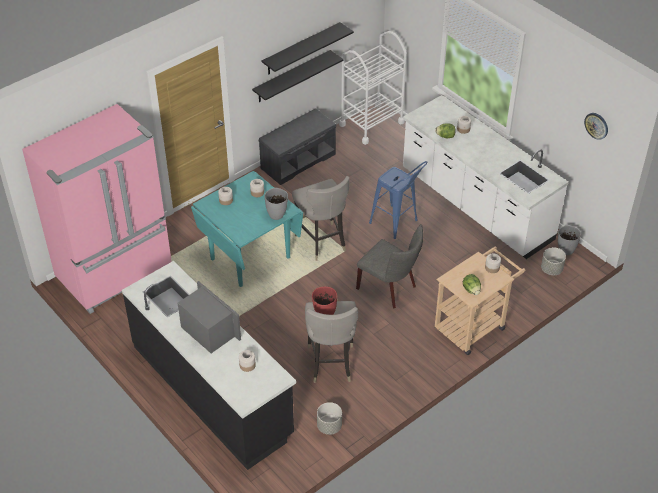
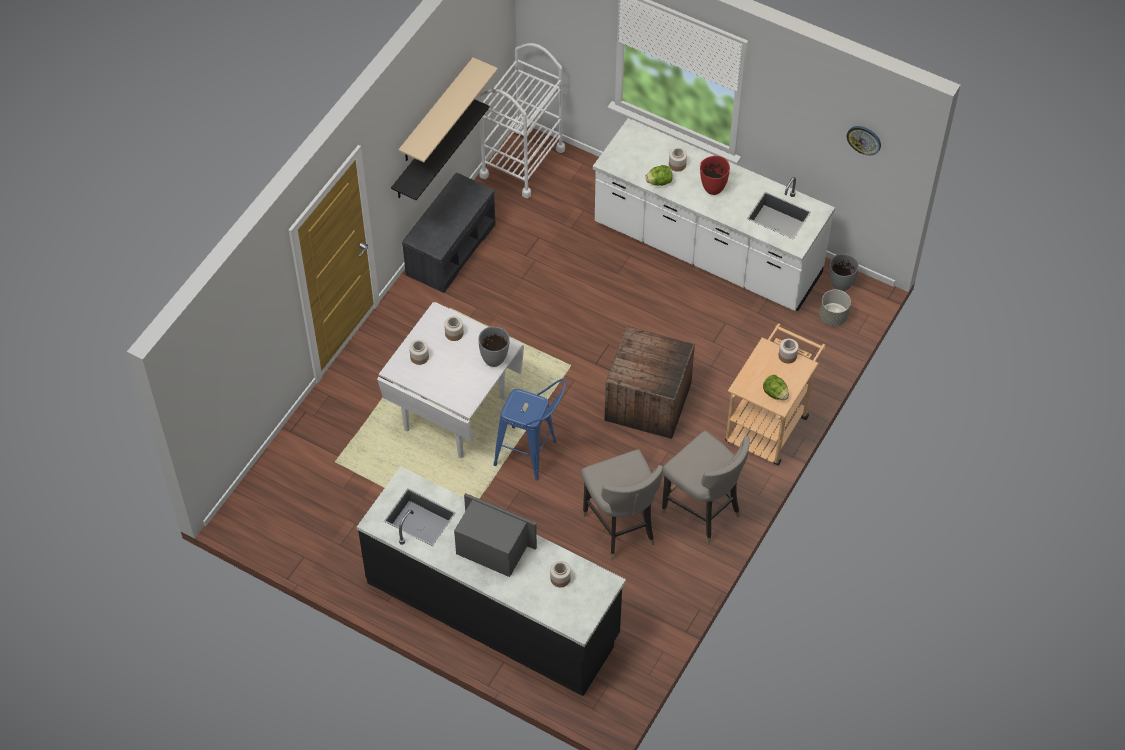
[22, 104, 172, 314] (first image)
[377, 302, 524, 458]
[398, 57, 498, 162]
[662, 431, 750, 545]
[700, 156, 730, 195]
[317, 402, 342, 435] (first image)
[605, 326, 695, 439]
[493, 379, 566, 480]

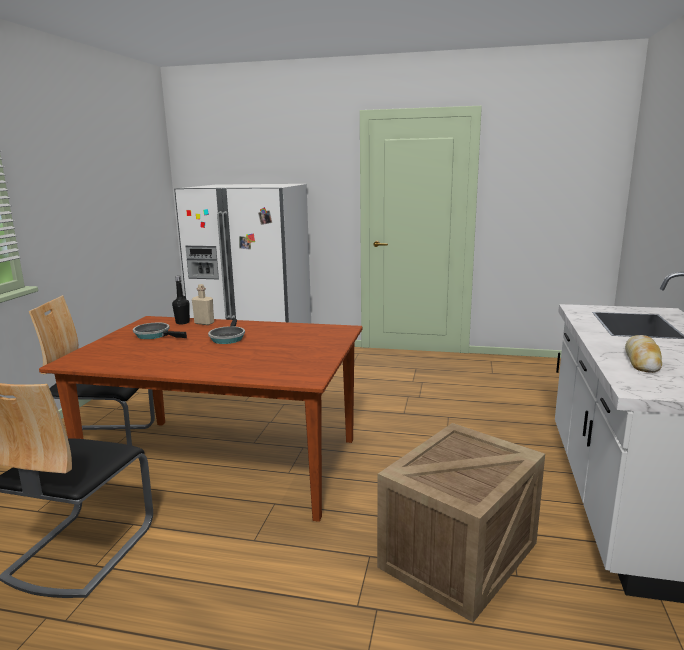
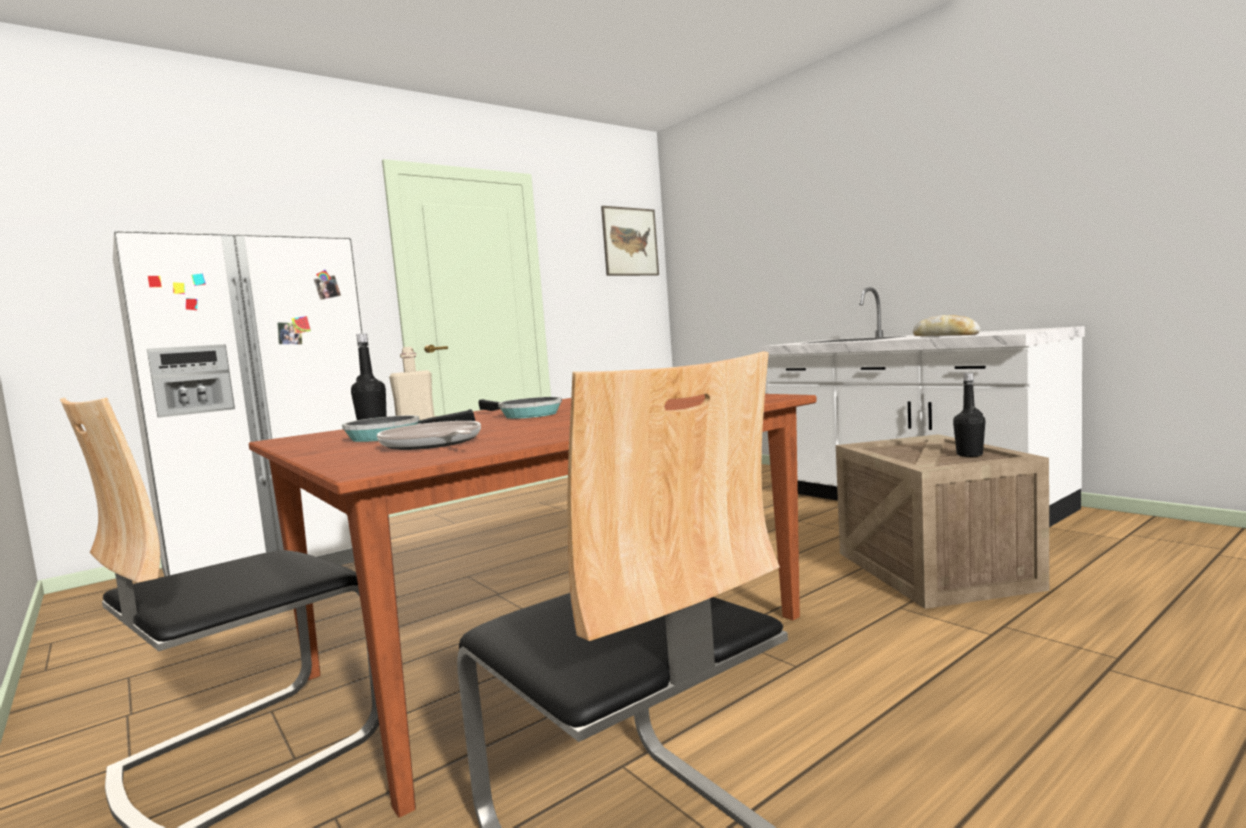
[377, 421, 481, 450]
[601, 206, 659, 276]
[953, 373, 985, 457]

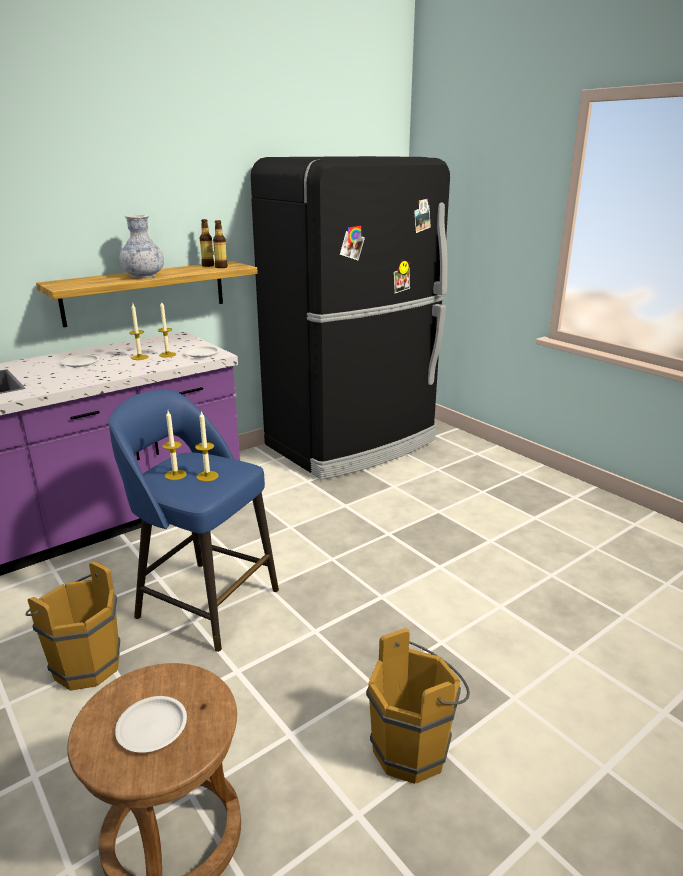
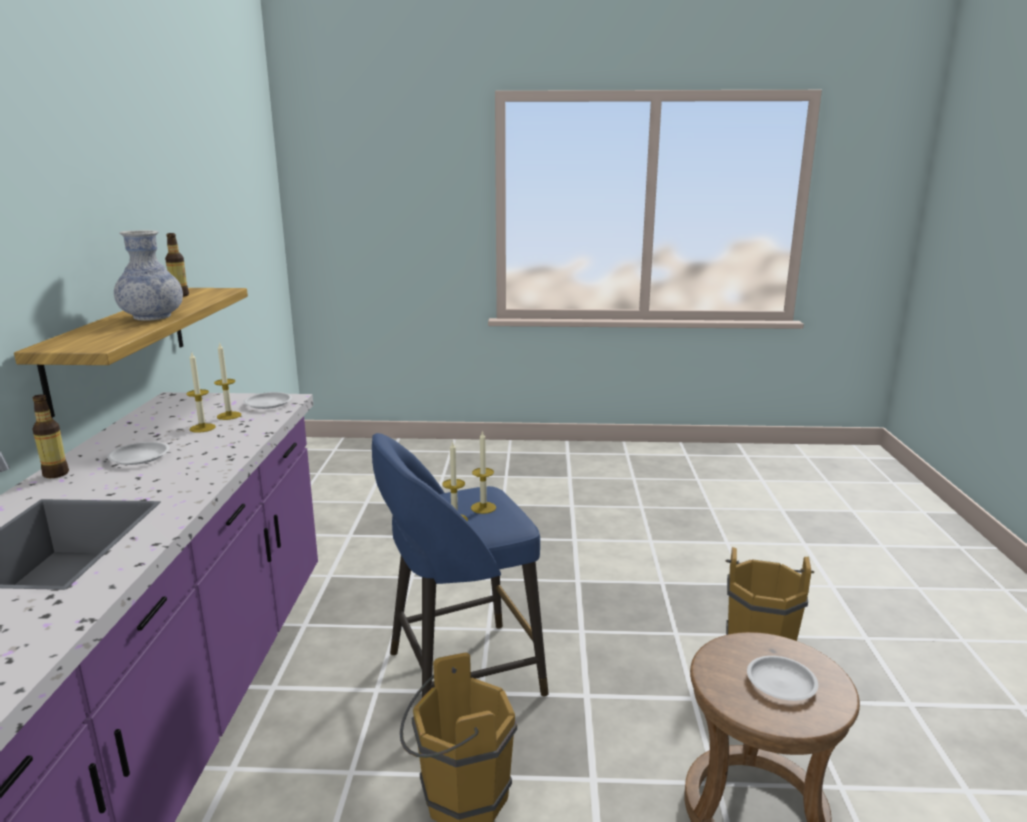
[32, 394, 69, 478]
[251, 156, 450, 480] (first image)

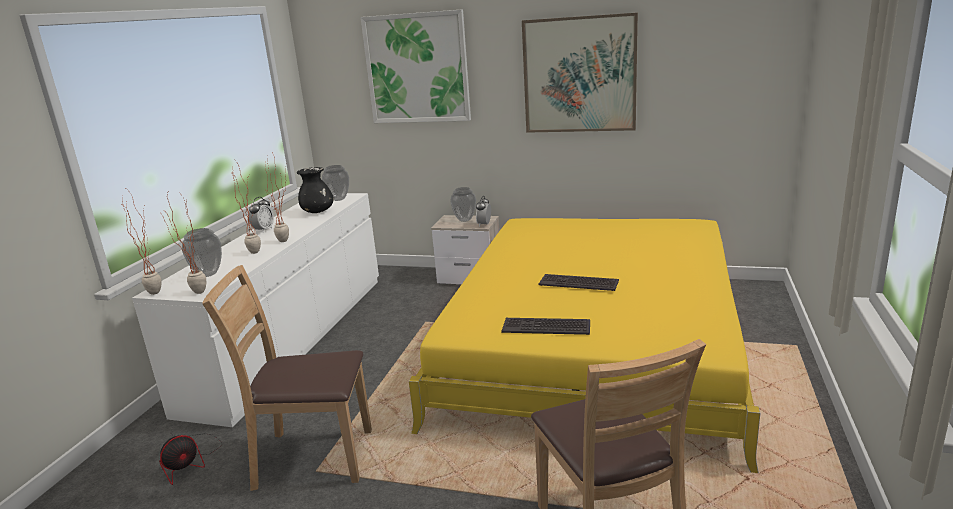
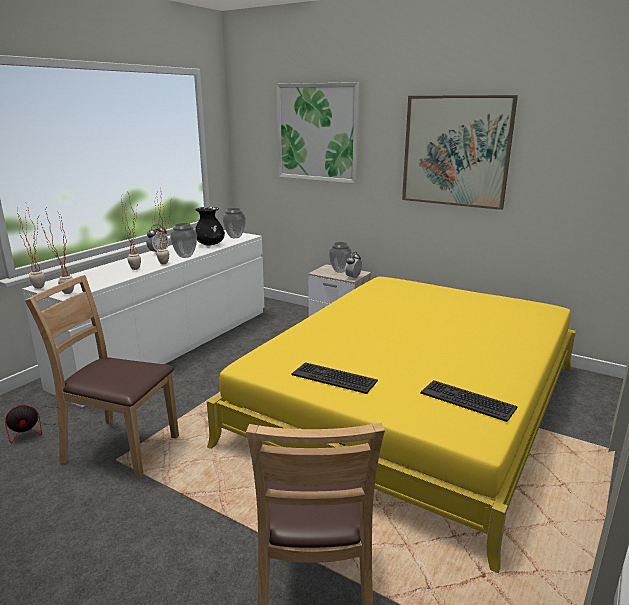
[170, 223, 197, 258]
[420, 380, 518, 422]

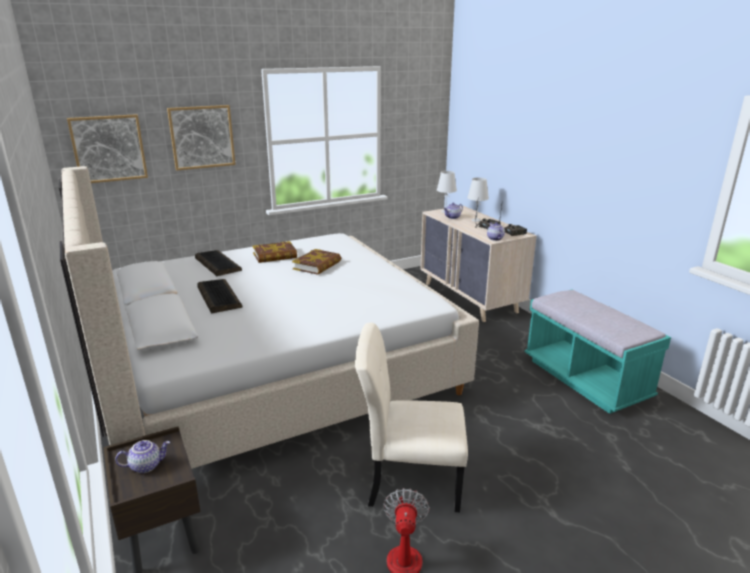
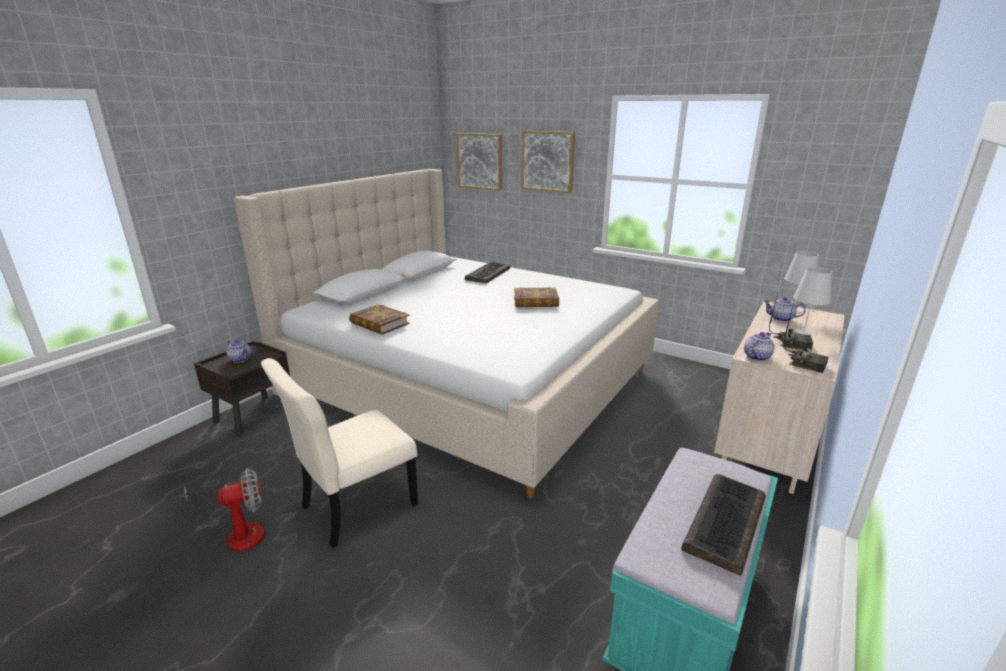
[681, 474, 766, 575]
[349, 304, 410, 334]
[261, 358, 418, 548]

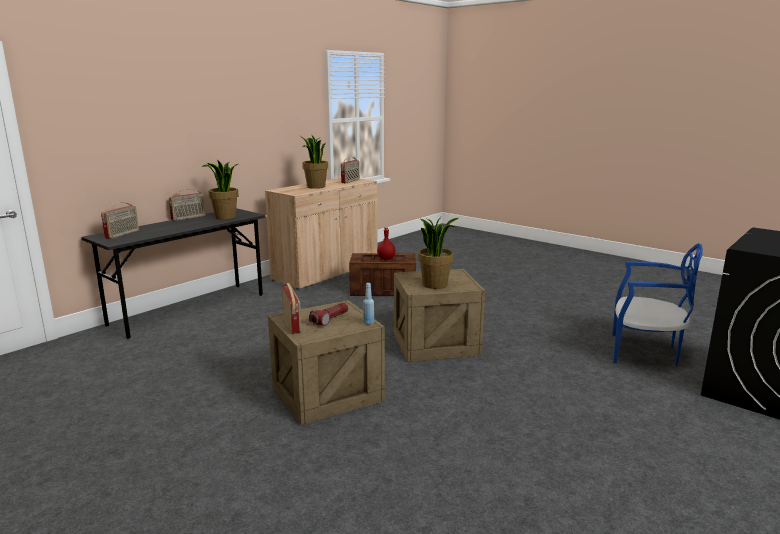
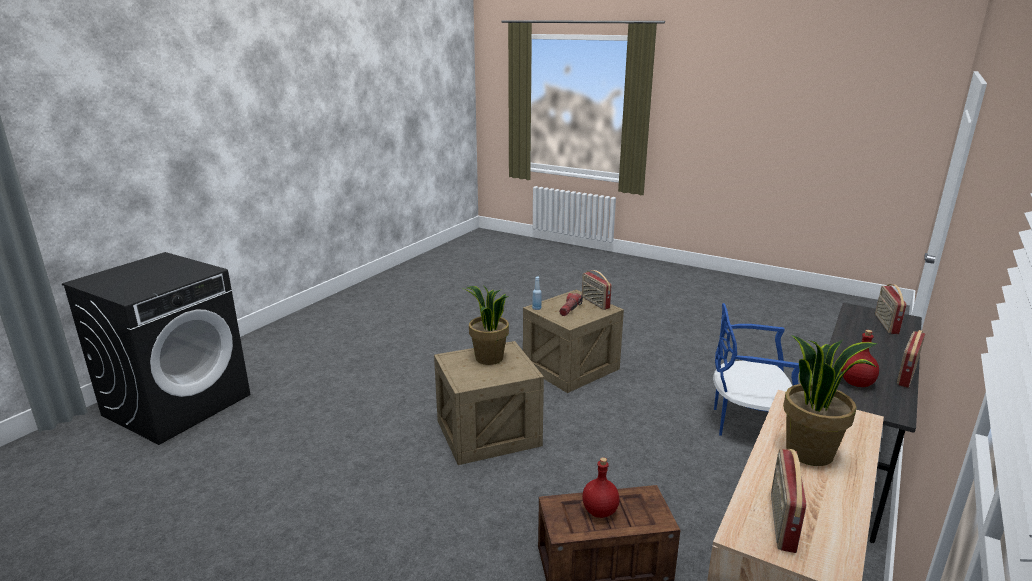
[841, 330, 879, 387]
[713, 303, 800, 436]

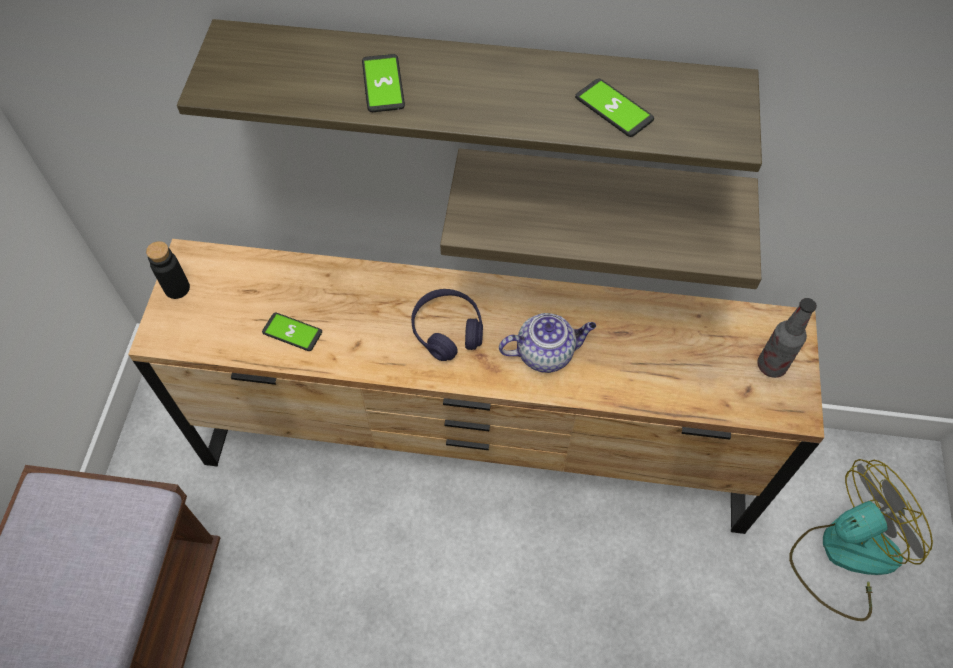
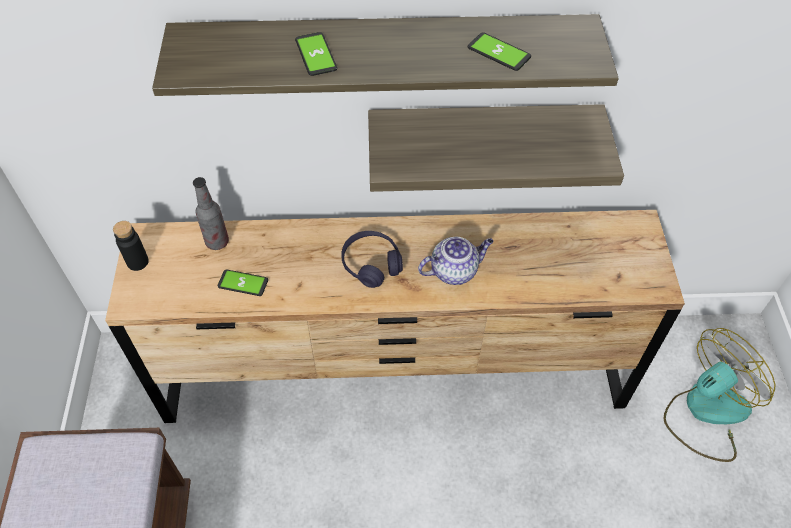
[193, 177, 229, 250]

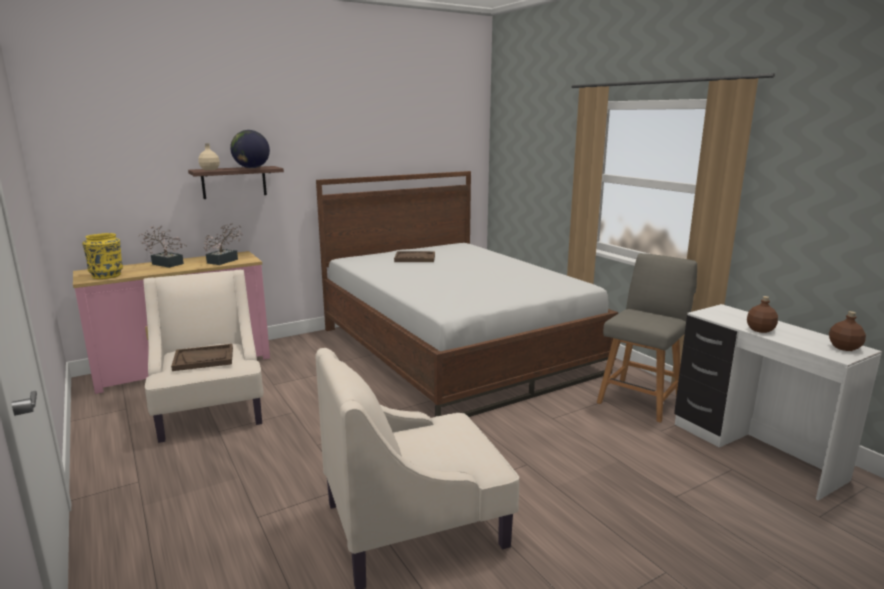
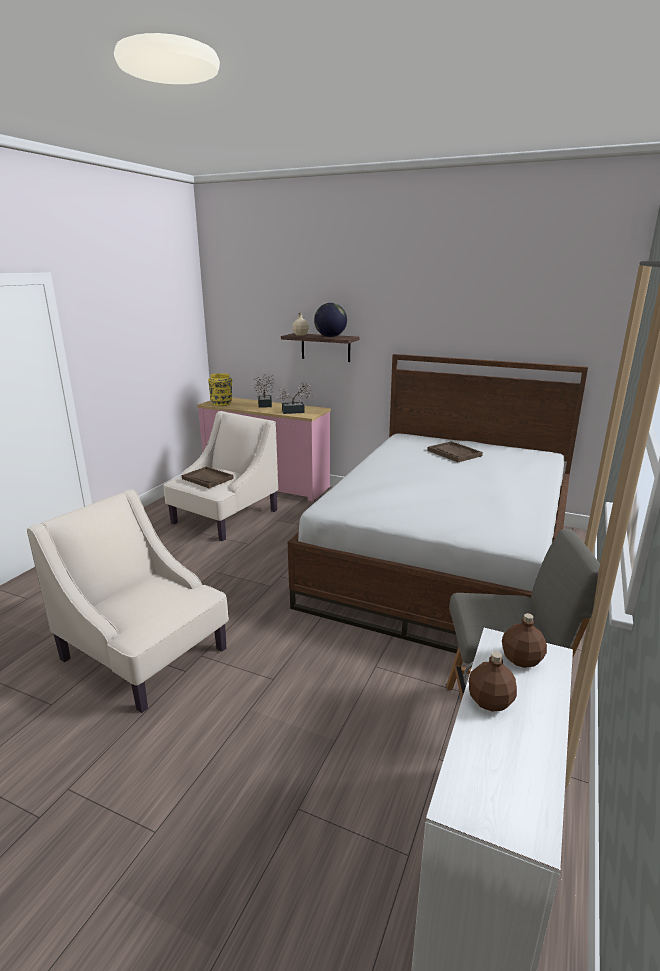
[502, 613, 547, 668]

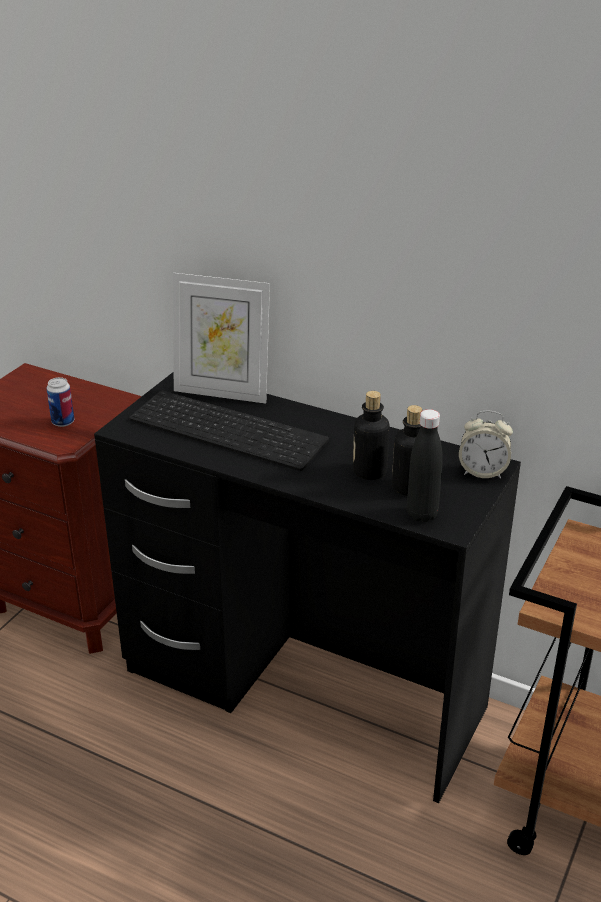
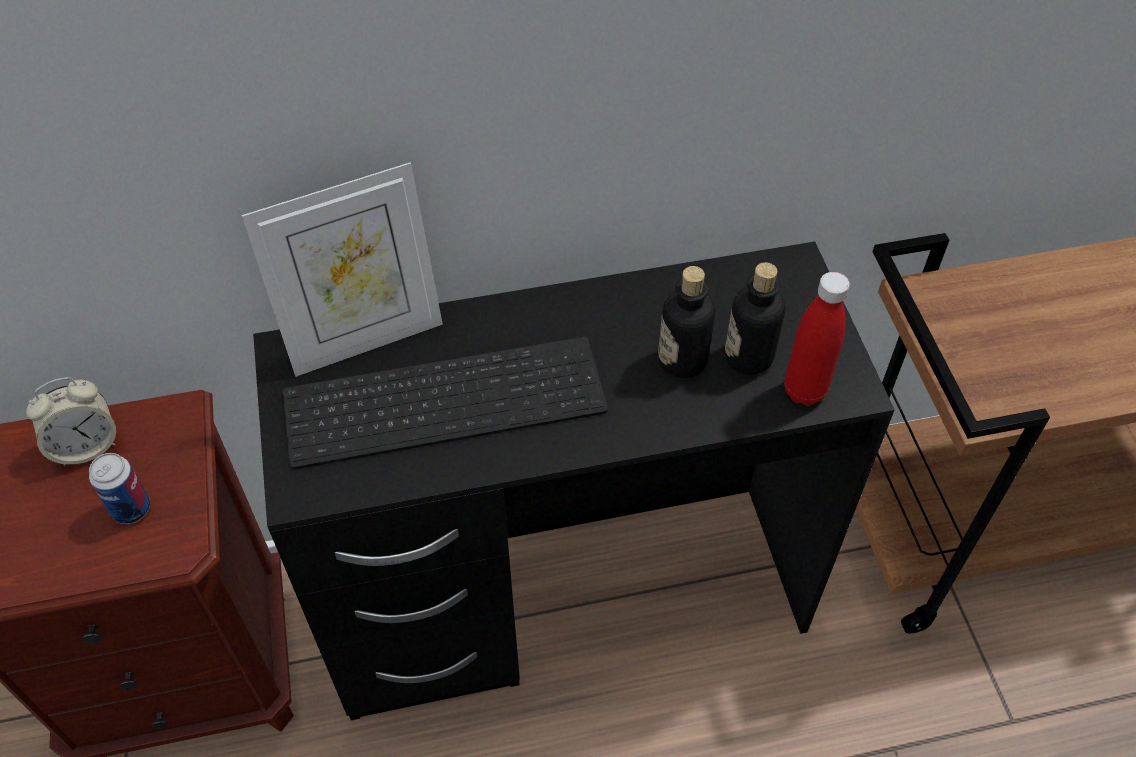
[784, 272, 850, 406]
[26, 377, 116, 466]

